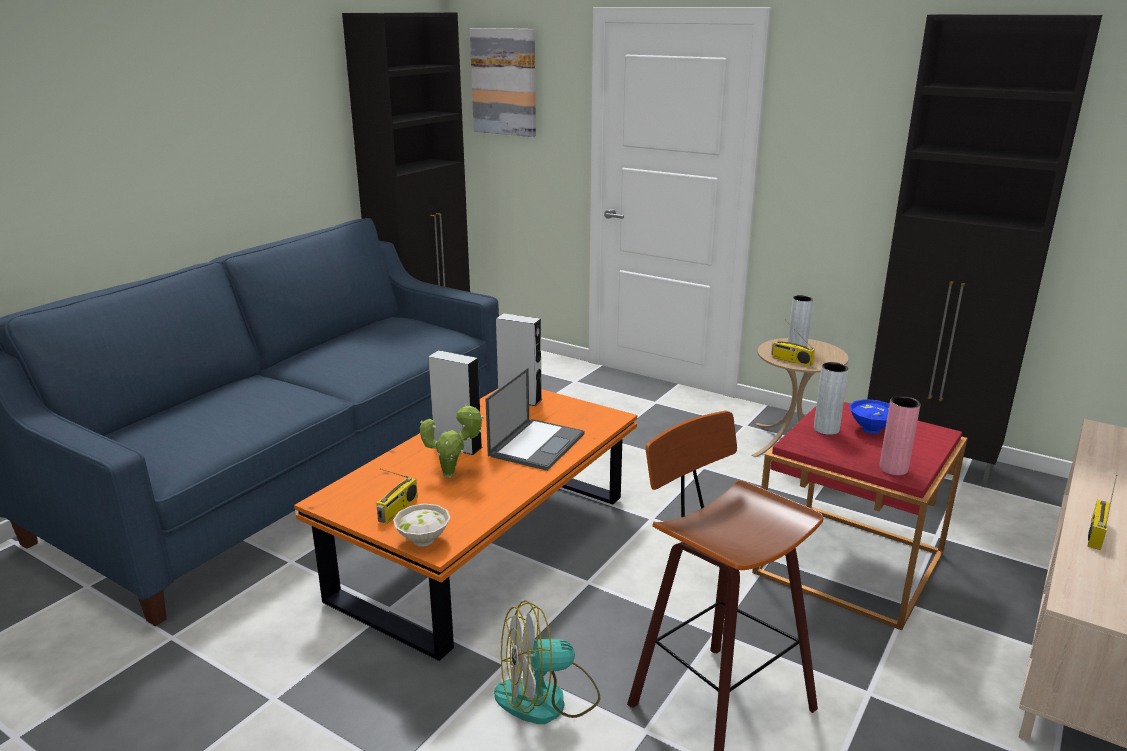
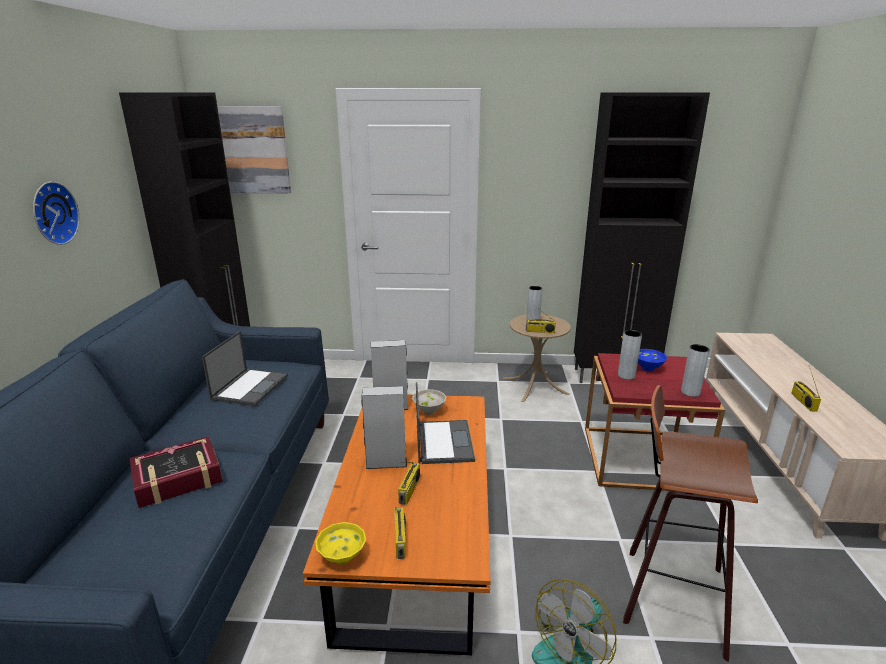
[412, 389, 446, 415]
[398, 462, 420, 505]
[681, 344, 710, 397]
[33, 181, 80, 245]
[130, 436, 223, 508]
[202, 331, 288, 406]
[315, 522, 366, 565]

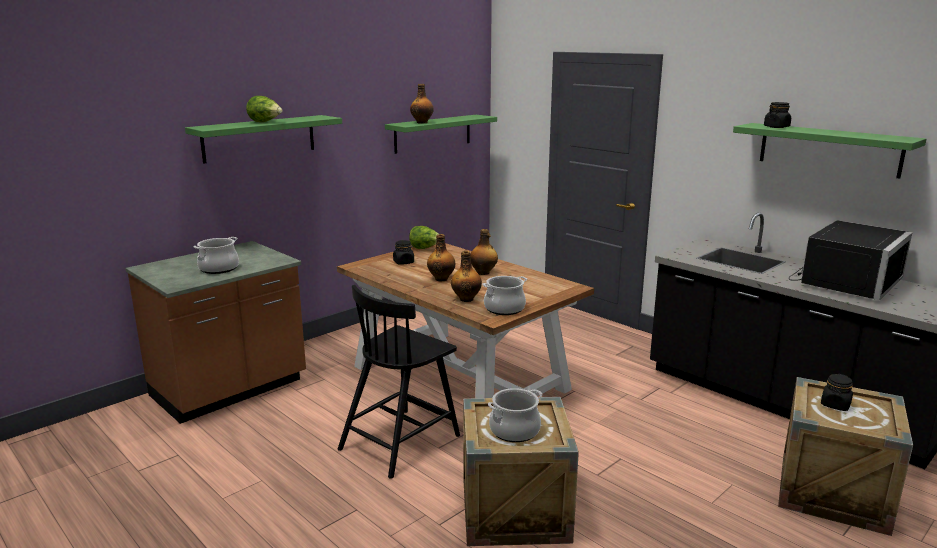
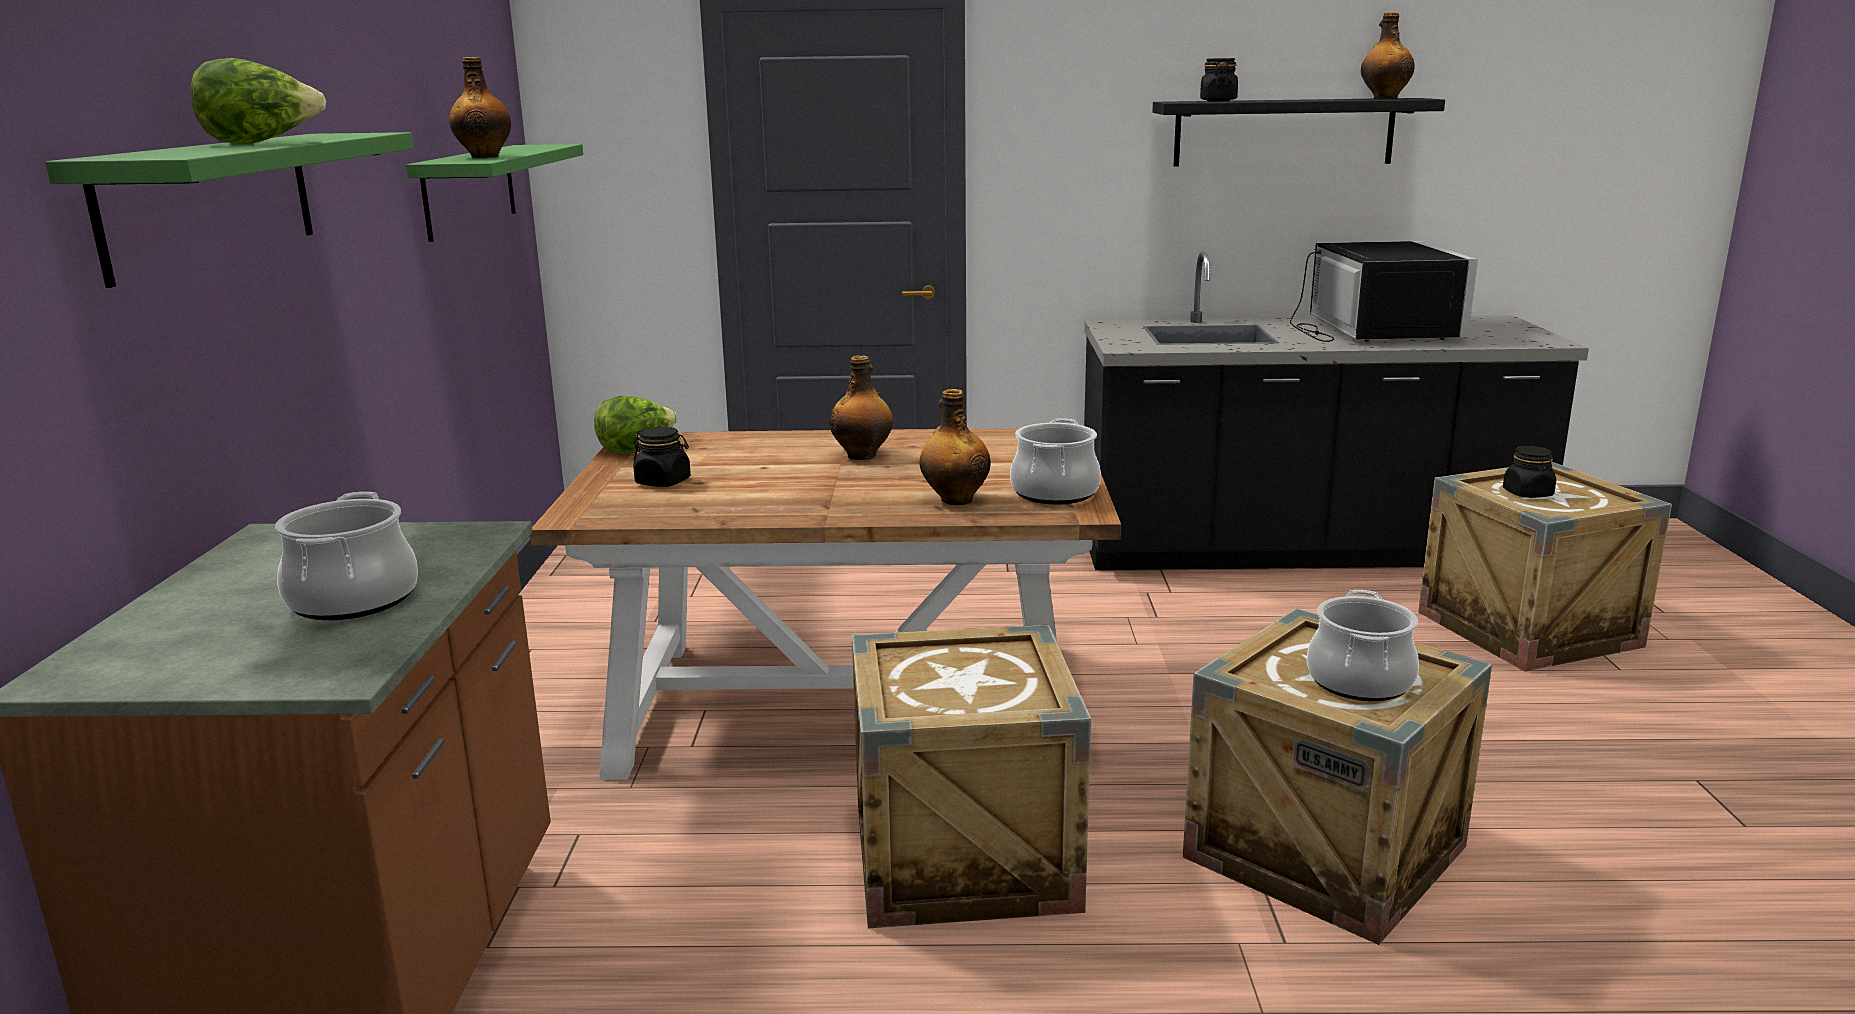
[852, 625, 1091, 928]
[1361, 12, 1415, 99]
[1153, 98, 1445, 167]

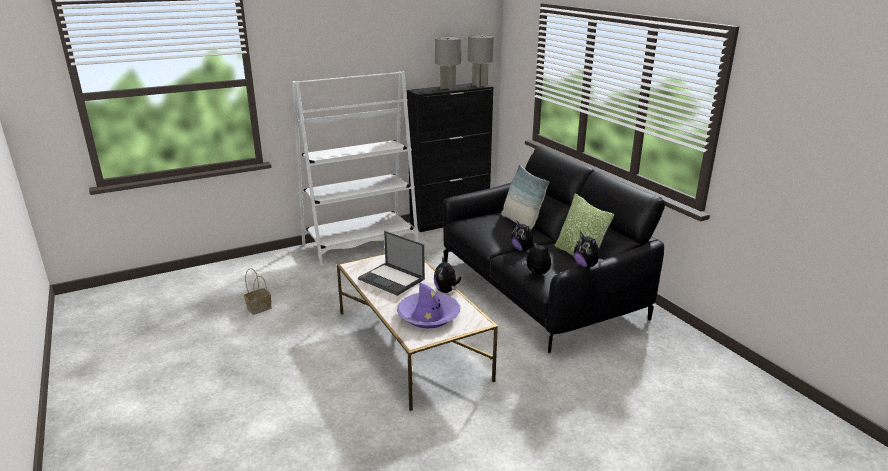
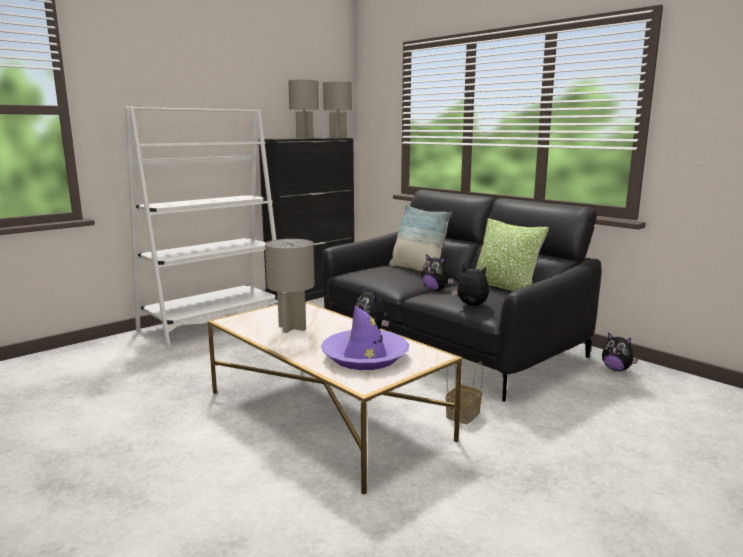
[445, 362, 483, 424]
[265, 239, 315, 333]
[602, 332, 638, 371]

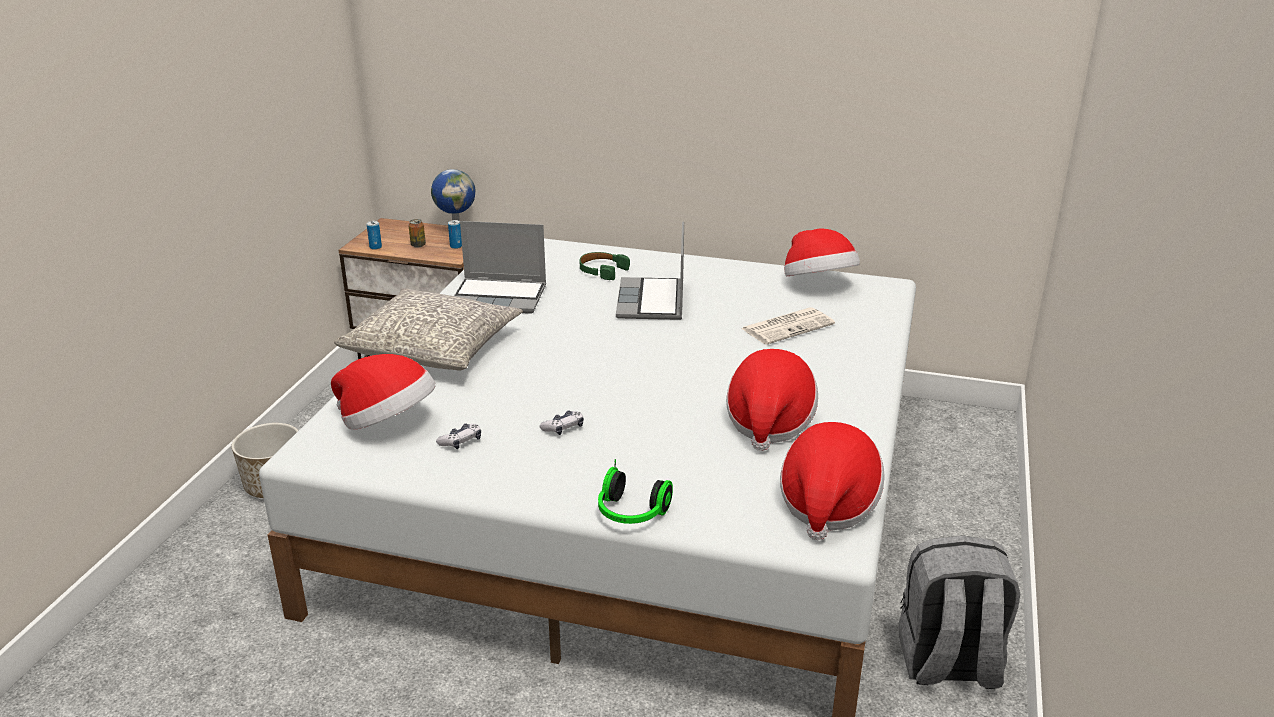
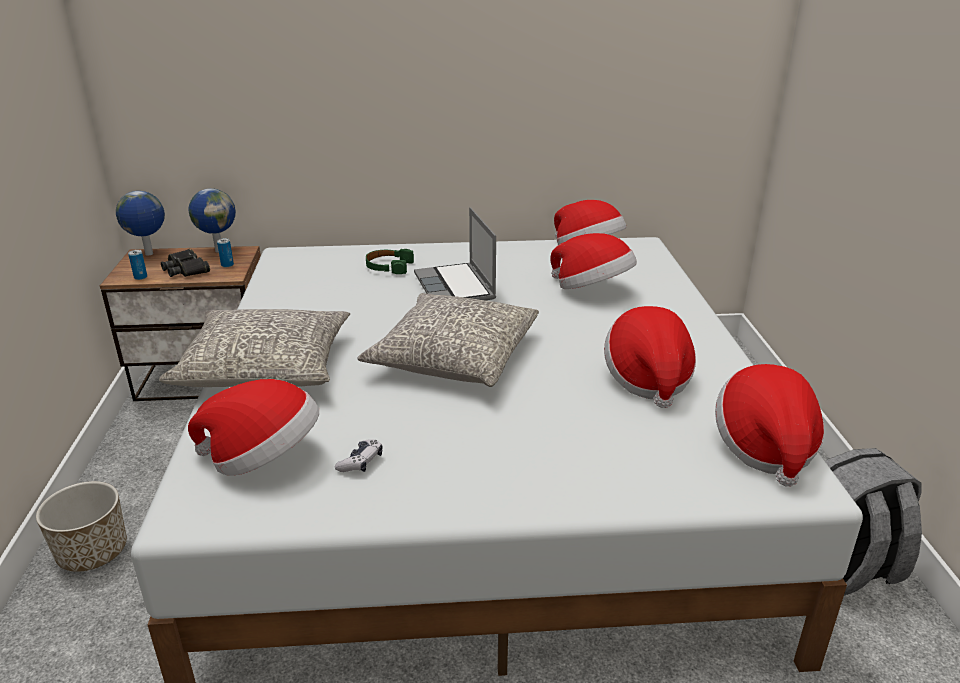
[161, 249, 210, 277]
[454, 221, 546, 314] (first image)
[539, 410, 584, 435] (first image)
[598, 459, 673, 524] (first image)
[550, 233, 637, 289]
[116, 191, 165, 255]
[357, 293, 539, 387]

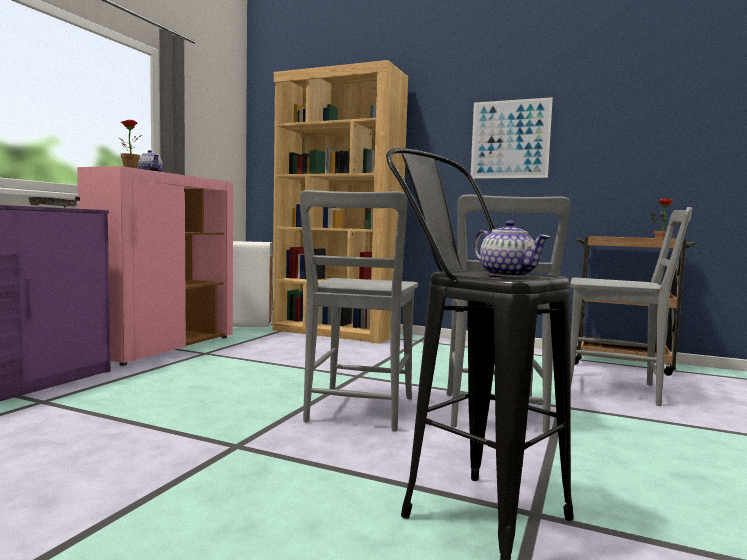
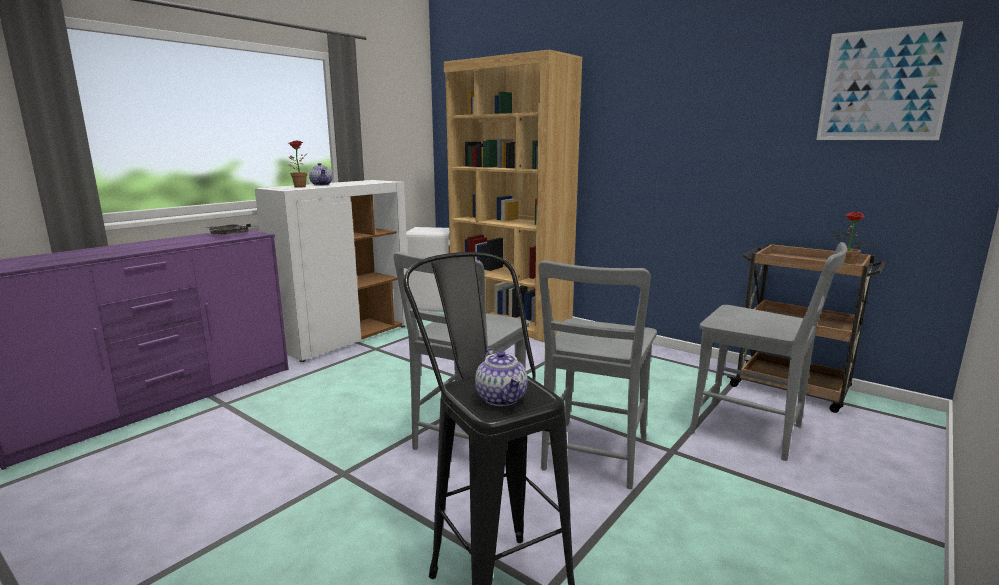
[255, 180, 407, 362]
[816, 21, 963, 140]

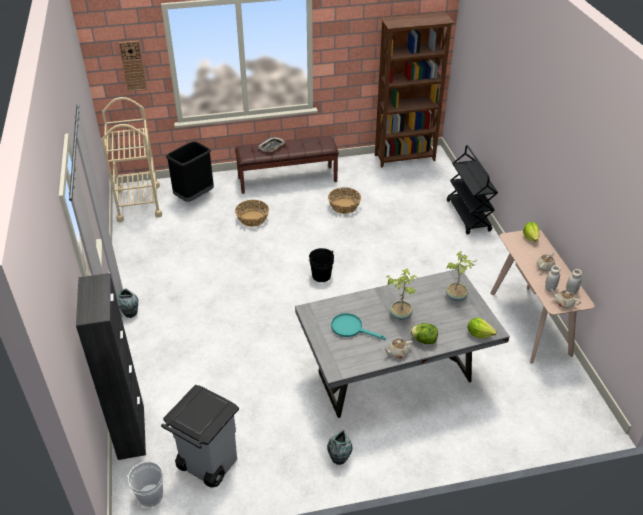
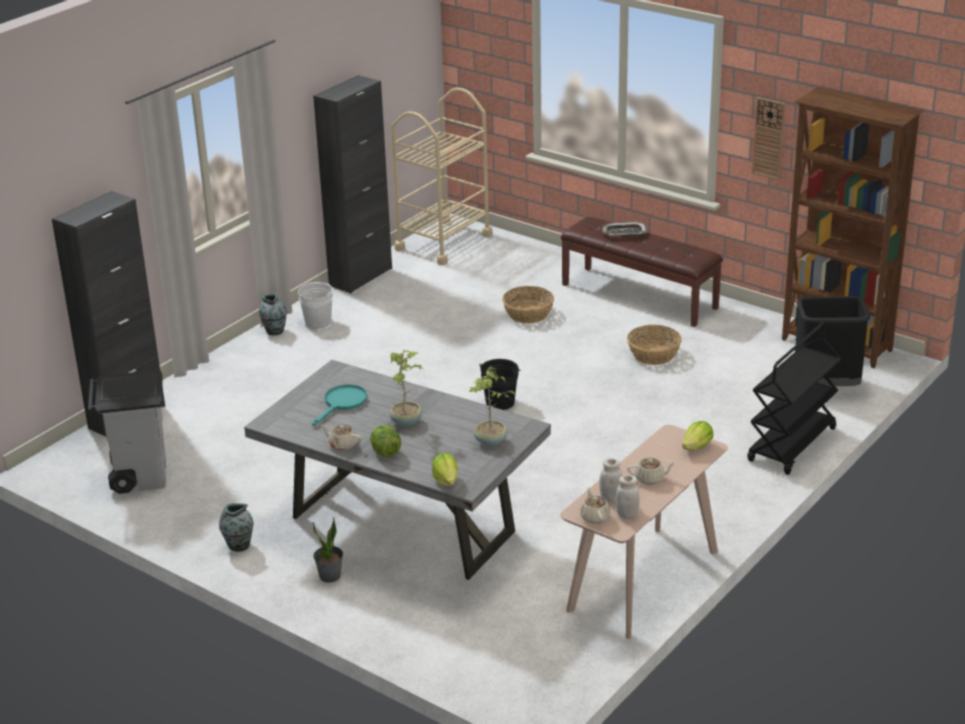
[752, 97, 785, 180]
[298, 282, 333, 329]
[795, 296, 870, 386]
[312, 385, 367, 426]
[313, 75, 392, 293]
[313, 517, 343, 583]

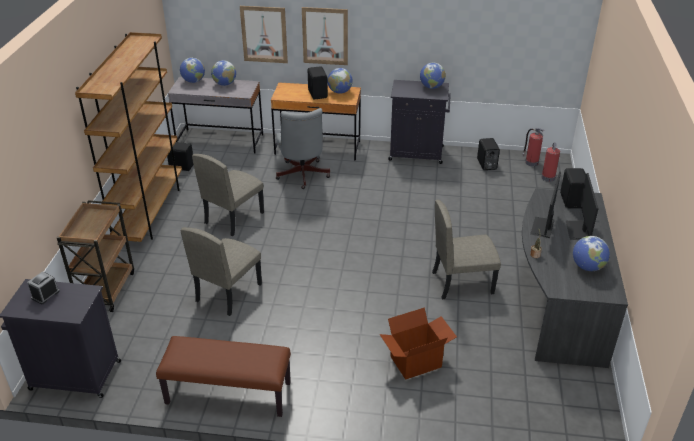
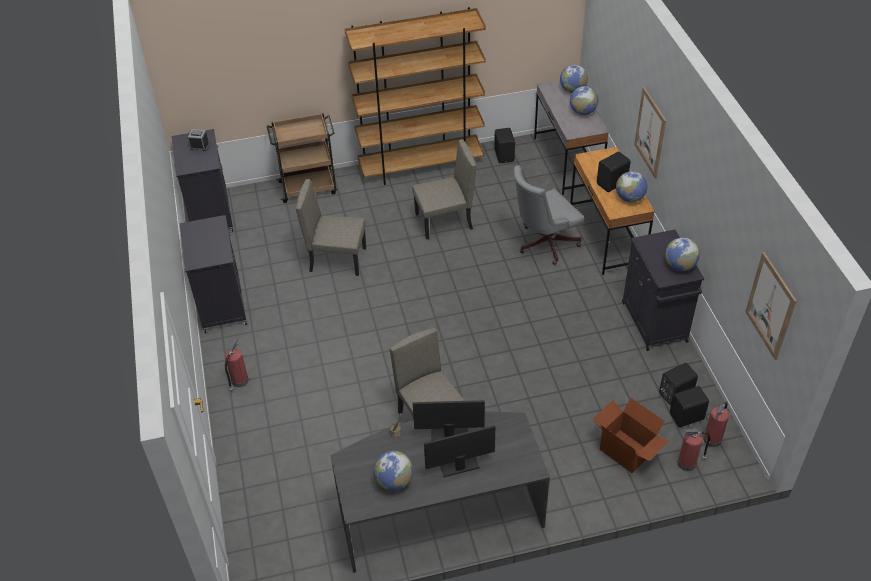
[180, 215, 247, 333]
[412, 139, 476, 240]
[745, 252, 797, 360]
[593, 398, 669, 473]
[670, 386, 709, 428]
[225, 338, 249, 391]

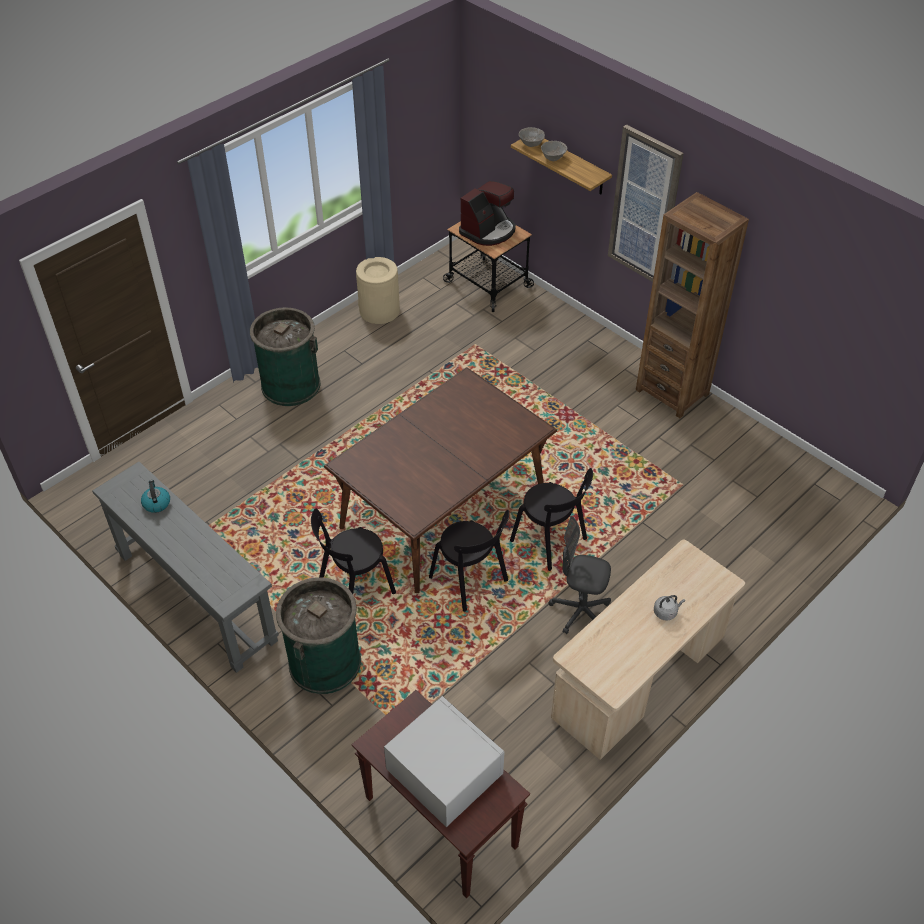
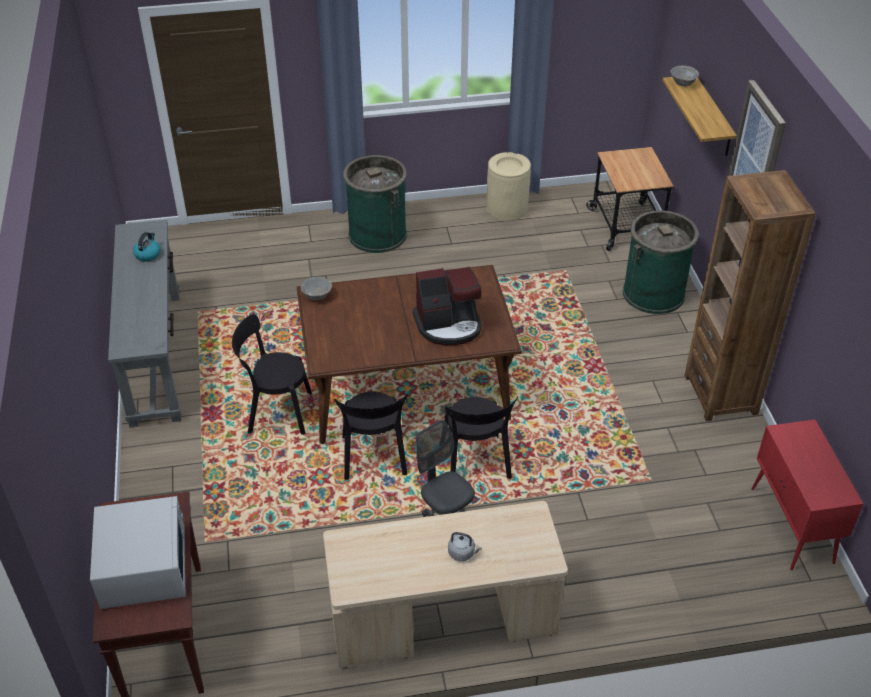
[623, 210, 699, 314]
[413, 267, 481, 345]
[301, 277, 332, 300]
[751, 420, 863, 570]

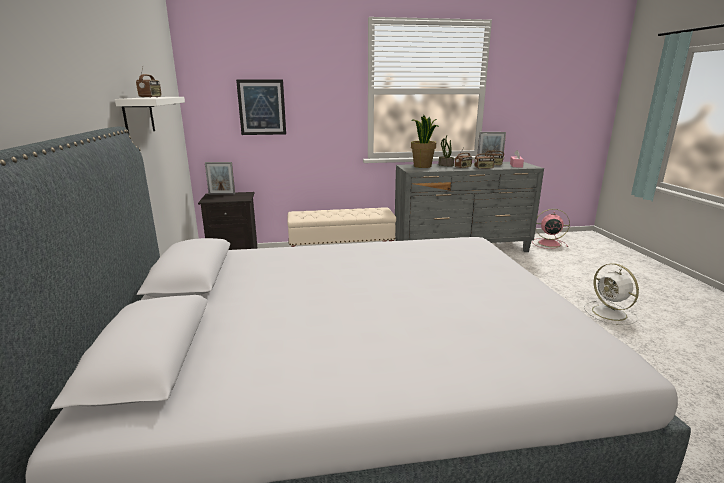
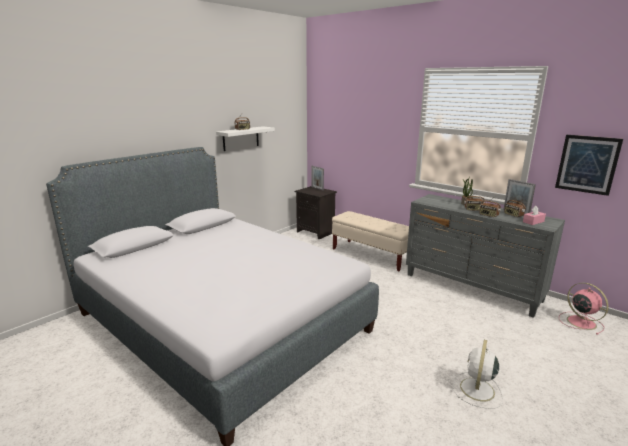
[555, 135, 623, 196]
[411, 115, 439, 168] (first image)

